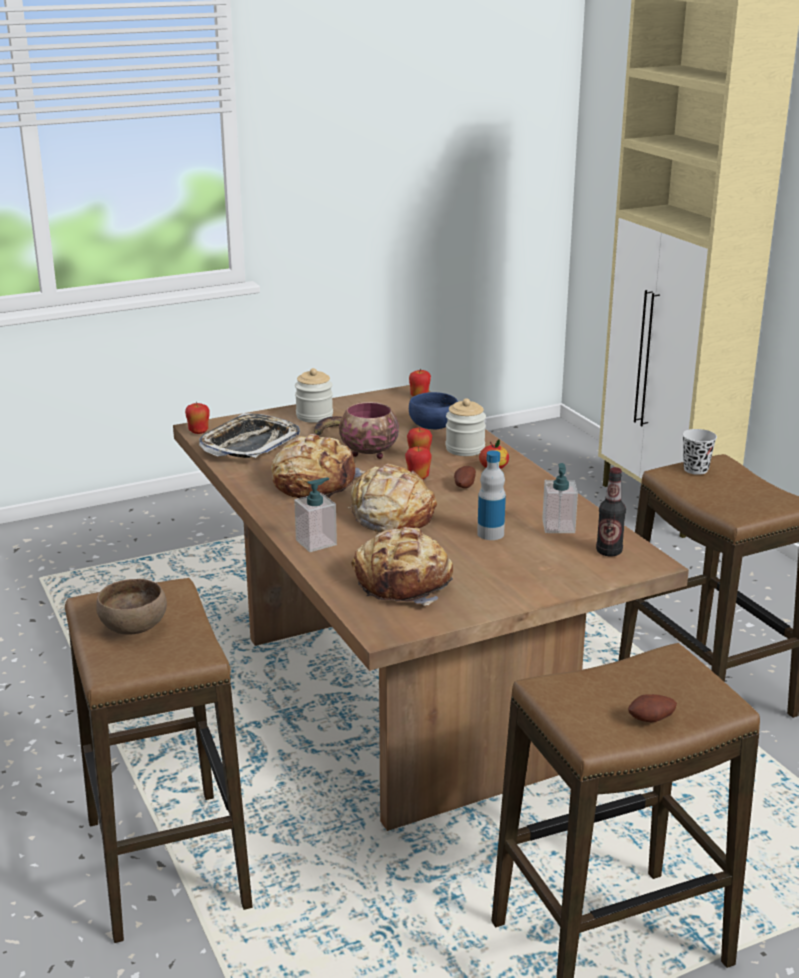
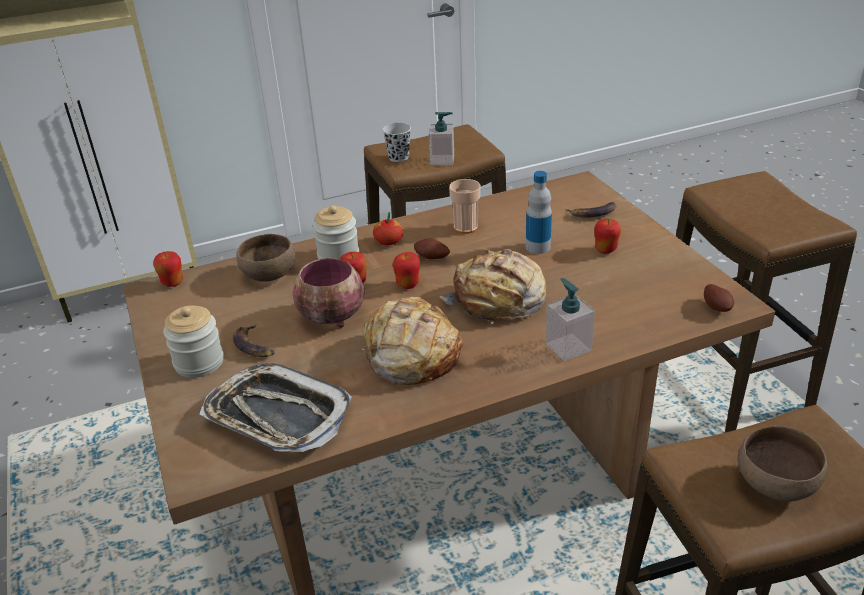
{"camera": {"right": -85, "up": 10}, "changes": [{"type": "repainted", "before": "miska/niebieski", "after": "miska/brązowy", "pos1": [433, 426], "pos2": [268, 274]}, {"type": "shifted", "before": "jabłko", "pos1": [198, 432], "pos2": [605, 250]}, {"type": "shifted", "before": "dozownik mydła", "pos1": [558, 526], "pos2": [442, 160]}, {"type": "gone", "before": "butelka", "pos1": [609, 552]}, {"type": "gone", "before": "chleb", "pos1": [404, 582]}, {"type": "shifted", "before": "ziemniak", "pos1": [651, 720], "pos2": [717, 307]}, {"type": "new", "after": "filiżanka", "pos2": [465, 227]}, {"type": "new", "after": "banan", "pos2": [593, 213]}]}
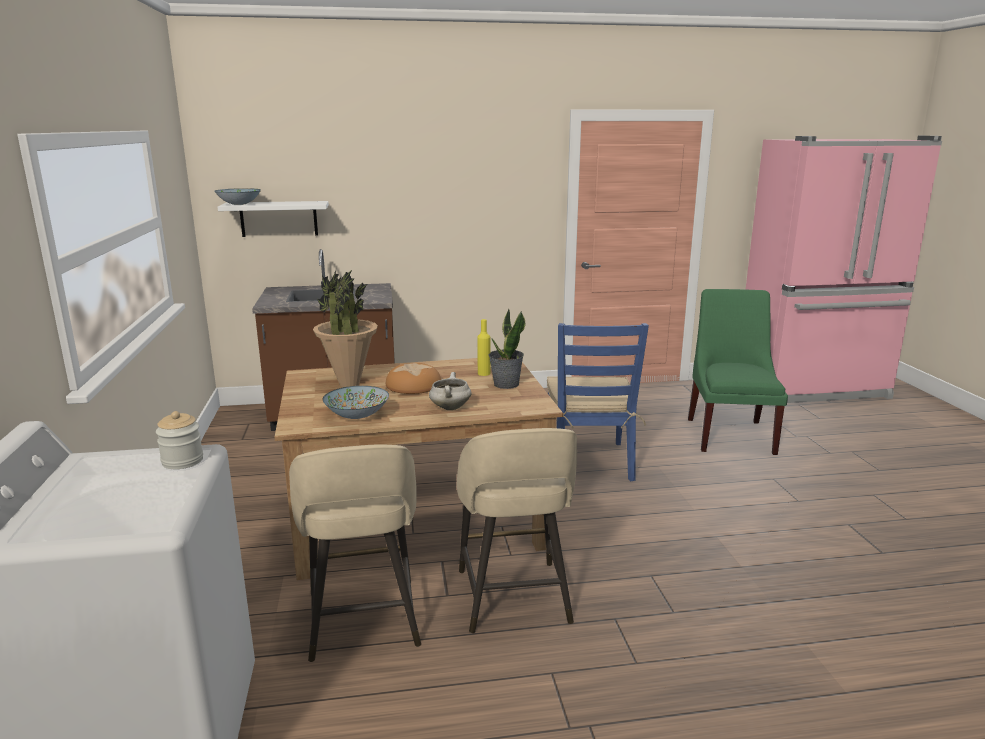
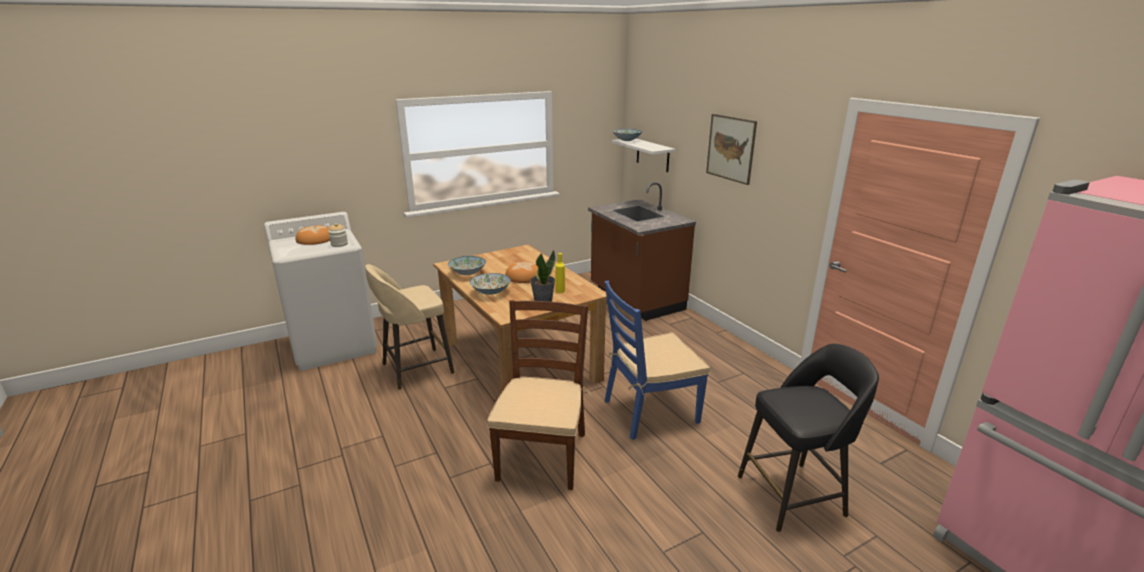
{"camera": {"right": 70, "up": 5}, "changes": [{"type": "gone", "before": "roślina doniczkowa", "pos1": [349, 384]}, {"type": "swapped", "before": "krzesło/zielony", "after": "stołek/czarny", "pos1": [730, 434], "pos2": [793, 495]}, {"type": "swapped", "before": "garnek/biały", "after": "miska", "pos1": [450, 407], "pos2": [491, 292]}, {"type": "gone", "before": "stołek/beżowy", "pos1": [513, 599]}, {"type": "new", "after": "obraz", "pos2": [730, 148]}, {"type": "new", "after": "chleb", "pos2": [314, 239]}, {"type": "new", "after": "krzesło/brązowy", "pos2": [542, 455]}]}
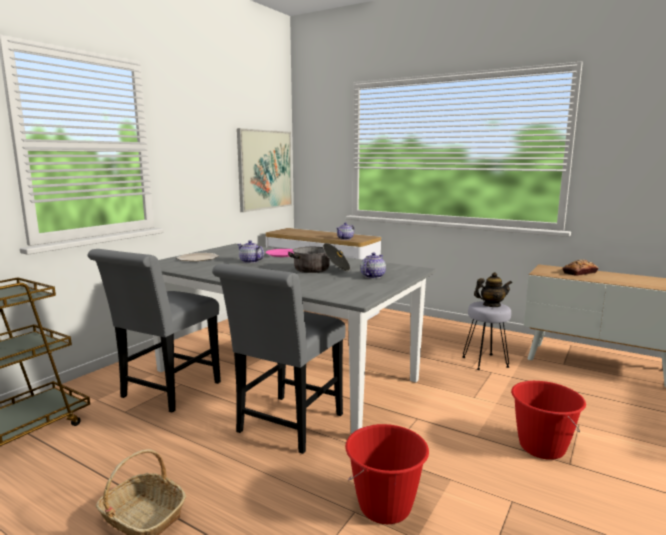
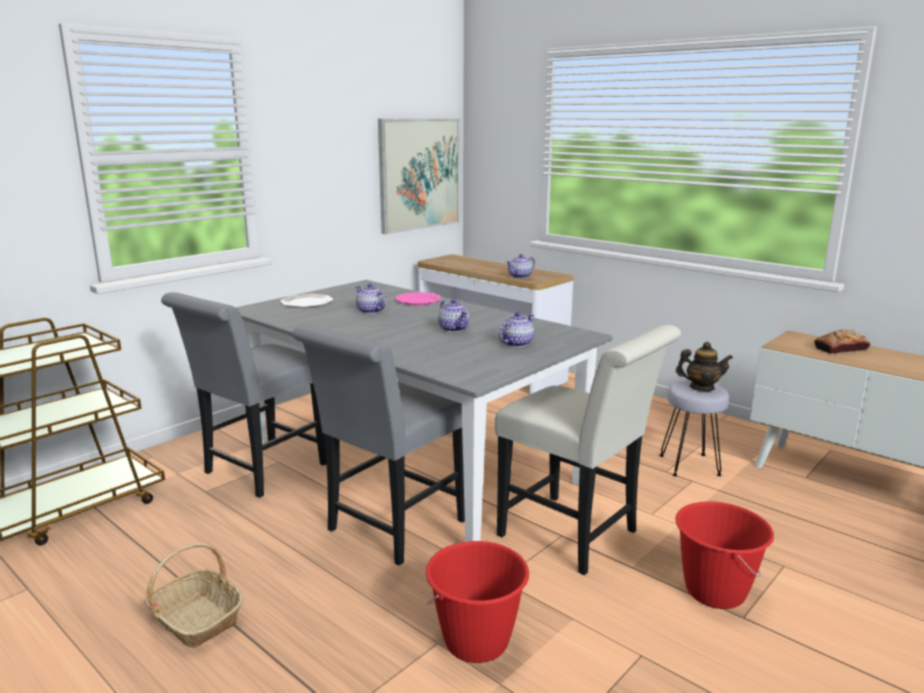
{"camera": {"right": 10, "up": 5}, "changes": [{"type": "swapped", "before": "garnek", "after": "imbryk", "pos1": [320, 269], "pos2": [453, 329]}, {"type": "new", "after": "krzesło/biały", "pos2": [576, 537]}]}
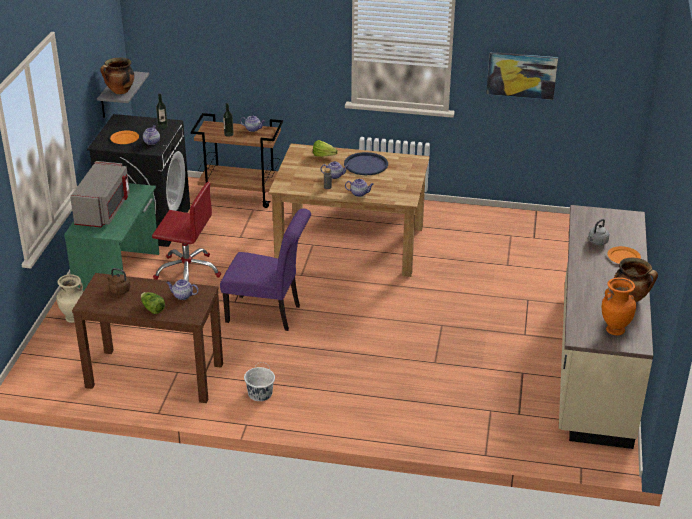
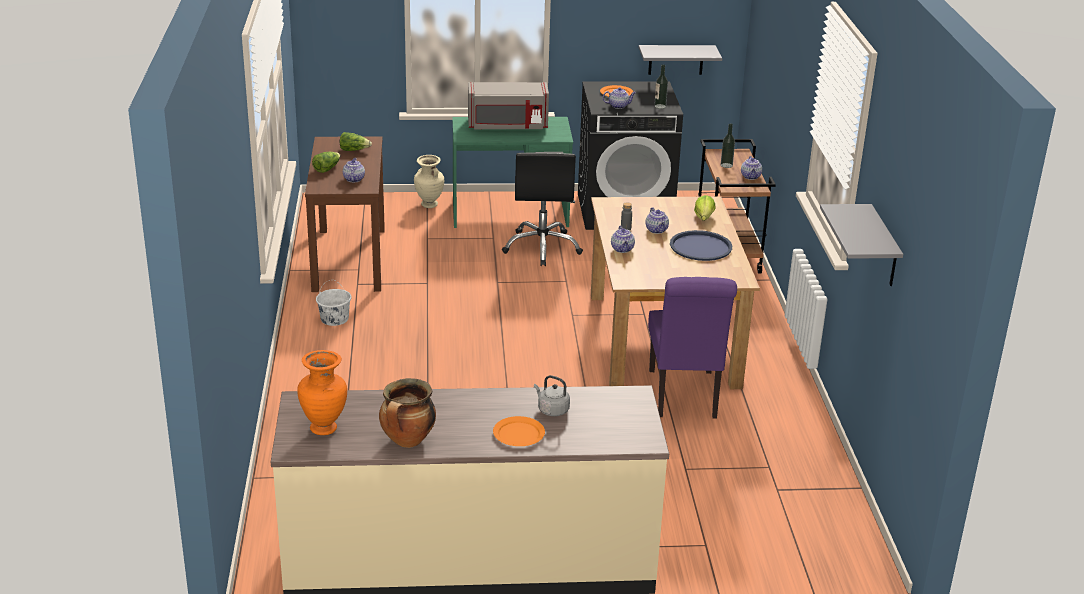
{"camera": {"right": 75, "up": -5}, "changes": [{"type": "swapped", "before": "obraz", "after": "półka/szary", "pos1": [521, 75], "pos2": [884, 247]}, {"type": "gone", "before": "garnek", "pos1": [120, 91]}, {"type": "repainted", "before": "krzesło biurowe/czerwony", "after": "krzesło biurowe/czarny", "pos1": [188, 271], "pos2": [542, 247]}, {"type": "shifted", "before": "krzesło/fioletowy", "pos1": [268, 314], "pos2": [684, 397]}, {"type": "swapped", "before": "czajnik/brązowy", "after": "sałata", "pos1": [119, 290], "pos2": [354, 150]}]}
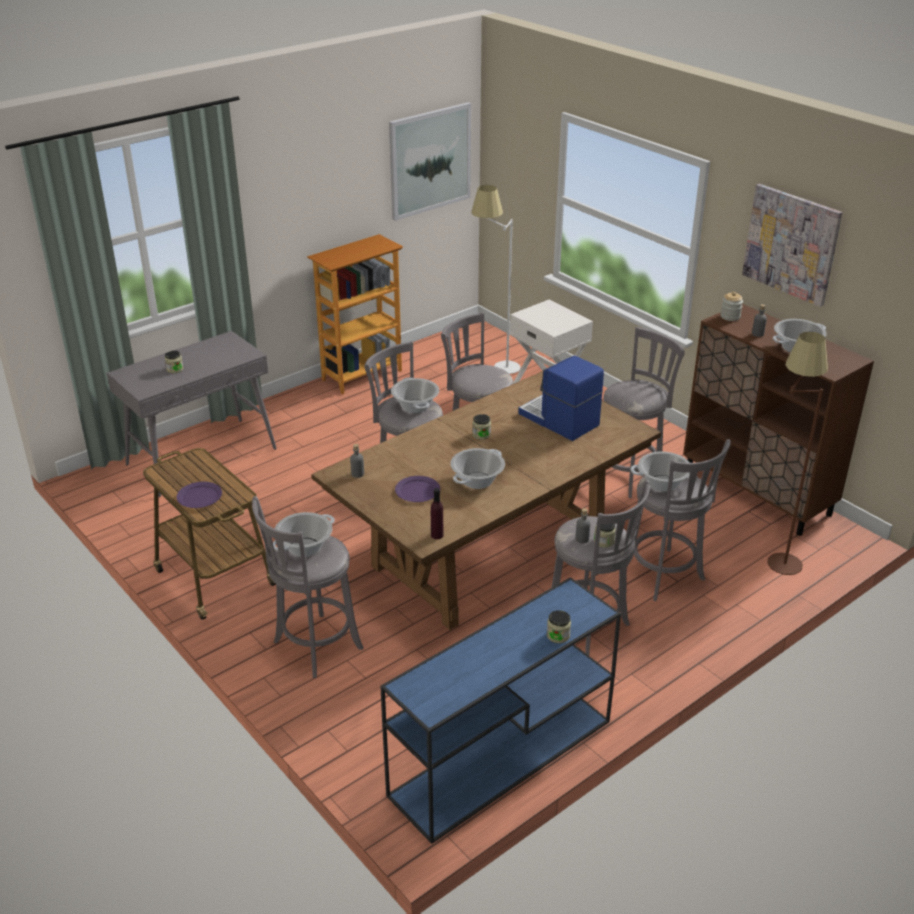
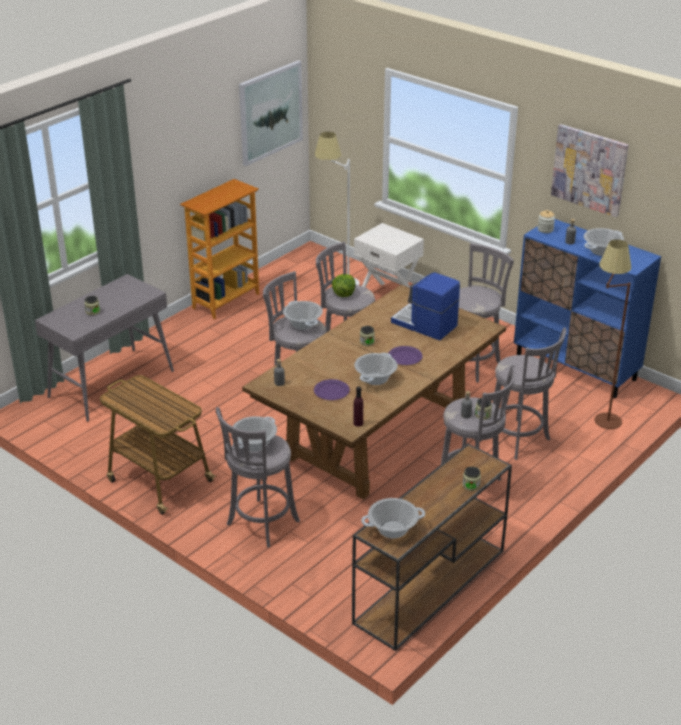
{"camera": {"right": -10, "up": 0}, "changes": [{"type": "repainted", "before": "szafka/brązowy", "after": "szafka/niebieski", "pos1": [757, 492], "pos2": [576, 367]}, {"type": "shifted", "before": "garnek", "pos1": [663, 483], "pos2": [393, 529]}, {"type": "shifted", "before": "talerz/fioletowy", "pos1": [200, 497], "pos2": [405, 357]}, {"type": "repainted", "before": "stolik konsolowy/niebieski", "after": "stolik konsolowy/brązowy", "pos1": [500, 759], "pos2": [429, 587]}, {"type": "new", "after": "sałata", "pos2": [343, 294]}]}
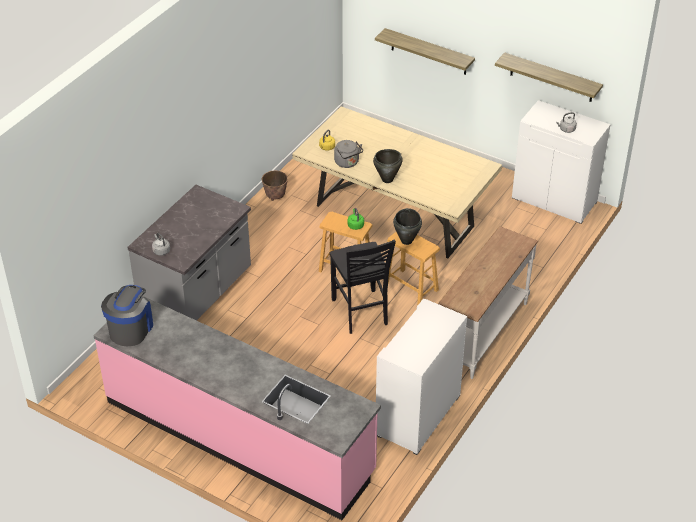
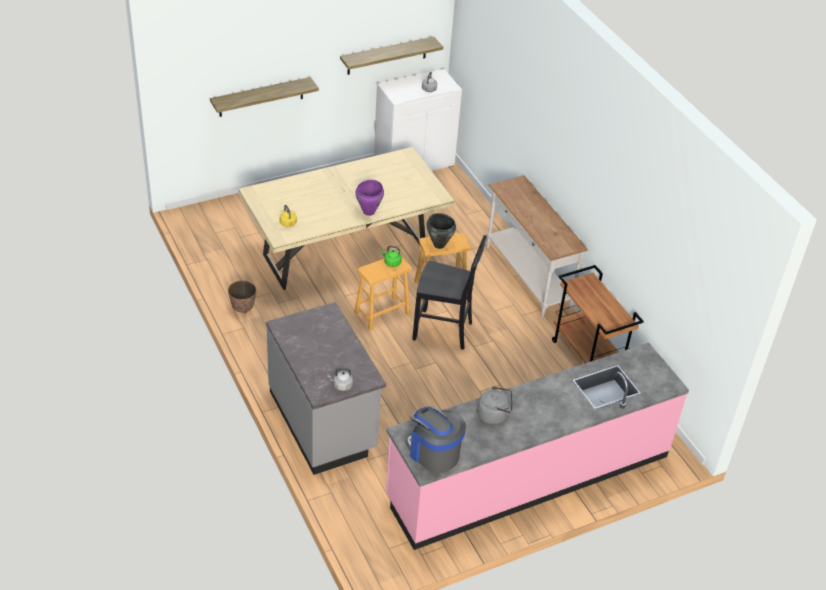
{"camera": {"right": -60, "up": 0}, "changes": [{"type": "shifted", "before": "czajnik/szary", "pos1": [348, 163], "pos2": [494, 415]}, {"type": "repainted", "before": "garnek/czarny", "after": "garnek/fioletowy", "pos1": [387, 179], "pos2": [369, 212]}, {"type": "swapped", "before": "szafka/biały", "after": "wózek/brązowy", "pos1": [418, 416], "pos2": [588, 357]}]}
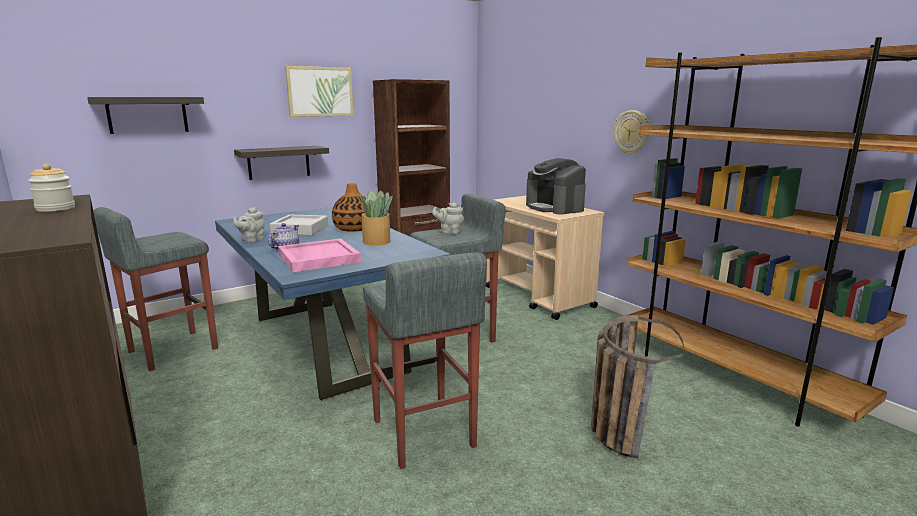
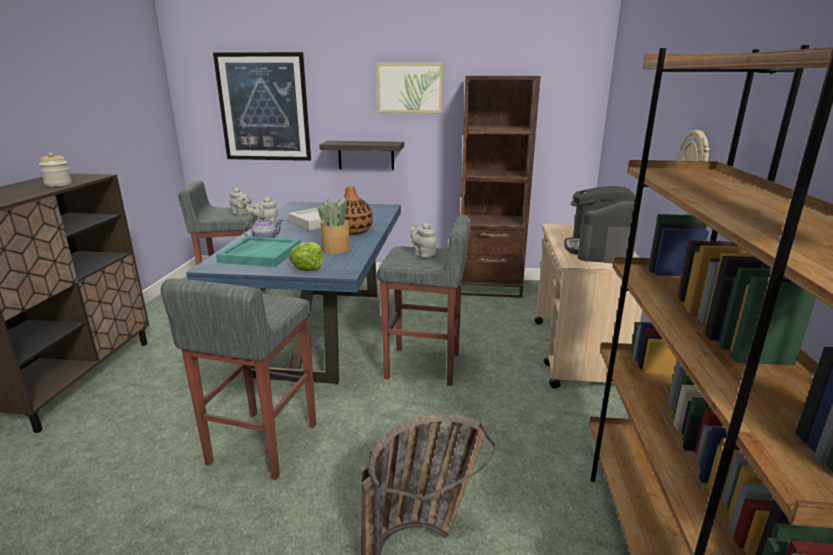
{"camera": {"right": 40, "up": 5}, "changes": [{"type": "swapped", "before": "półka", "after": "obraz", "pos1": [147, 115], "pos2": [264, 107]}, {"type": "repainted", "before": "taca/różowy", "after": "taca/turkusowy", "pos1": [318, 258], "pos2": [260, 254]}, {"type": "new", "after": "imbryk/szary", "pos2": [242, 214]}, {"type": "new", "after": "sałata", "pos2": [308, 267]}]}
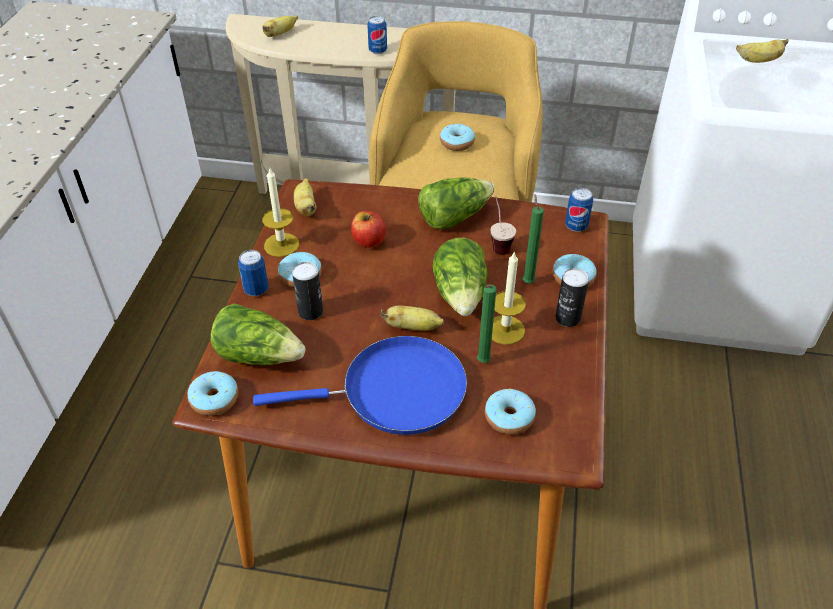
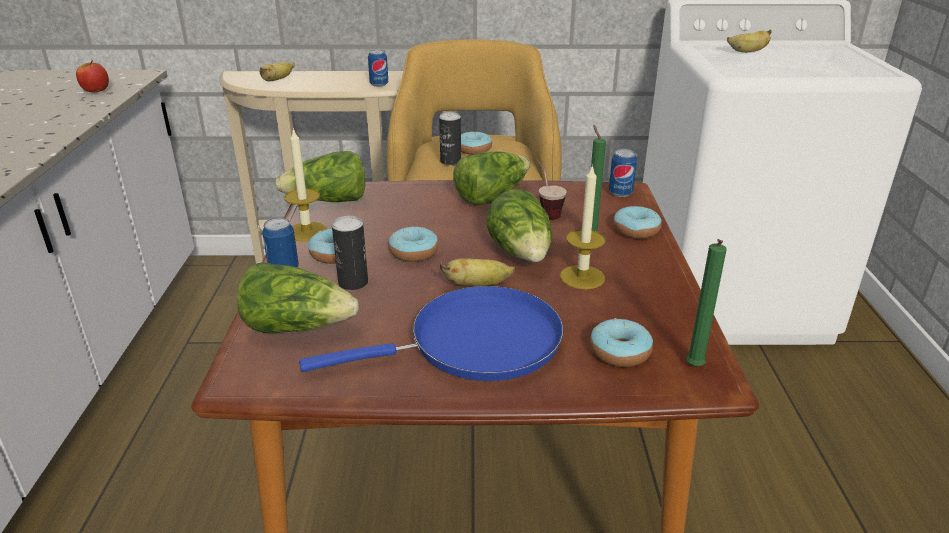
{"camera": {"right": -10, "up": -15}, "changes": [{"type": "swapped", "before": "banan", "after": "sałata", "pos1": [306, 207], "pos2": [328, 201]}, {"type": "shifted", "before": "jabłko", "pos1": [368, 241], "pos2": [96, 90]}, {"type": "shifted", "before": "puszka", "pos1": [567, 318], "pos2": [450, 161]}, {"type": "shifted", "before": "świeca/zielony", "pos1": [482, 363], "pos2": [693, 368]}, {"type": "shifted", "before": "donut", "pos1": [214, 399], "pos2": [413, 252]}]}
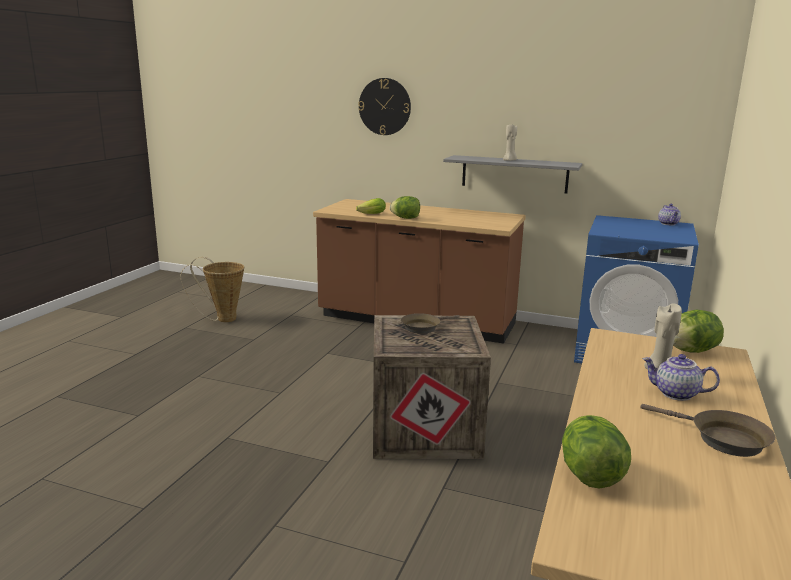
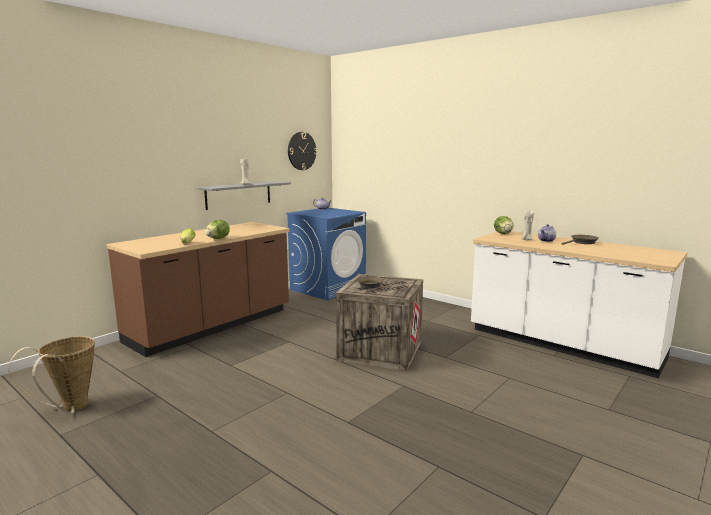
{"camera": {"right": -70, "up": -5}, "changes": [{"type": "shifted", "before": "zegar ścienny", "pos1": [384, 106], "pos2": [301, 151]}, {"type": "gone", "before": "sałata", "pos1": [590, 475]}]}
